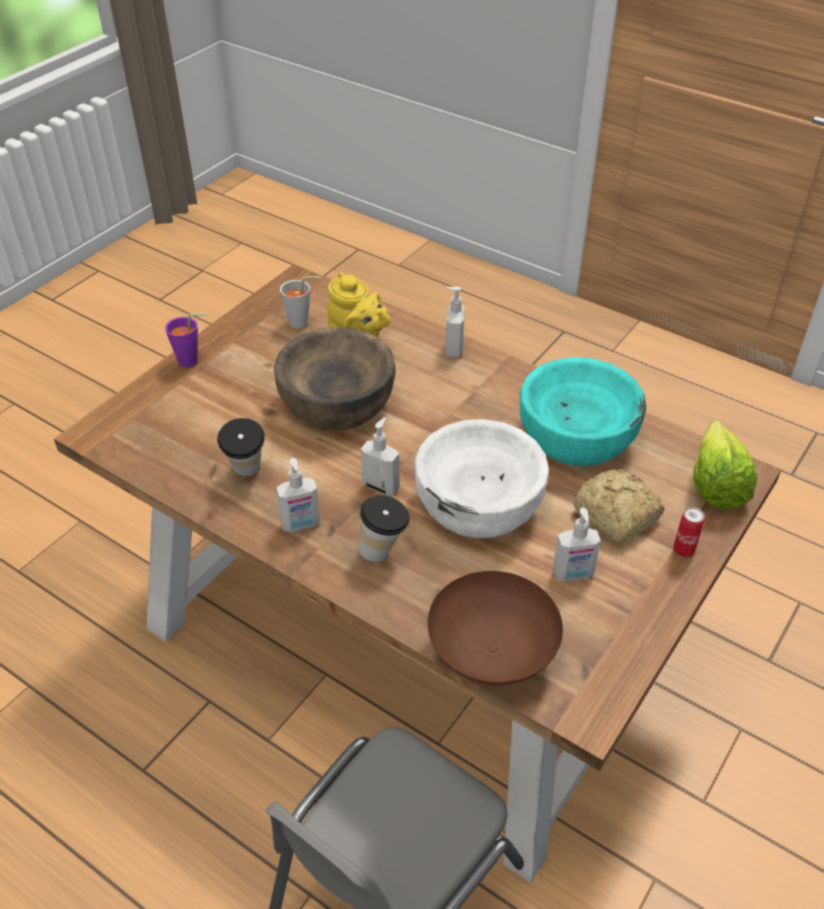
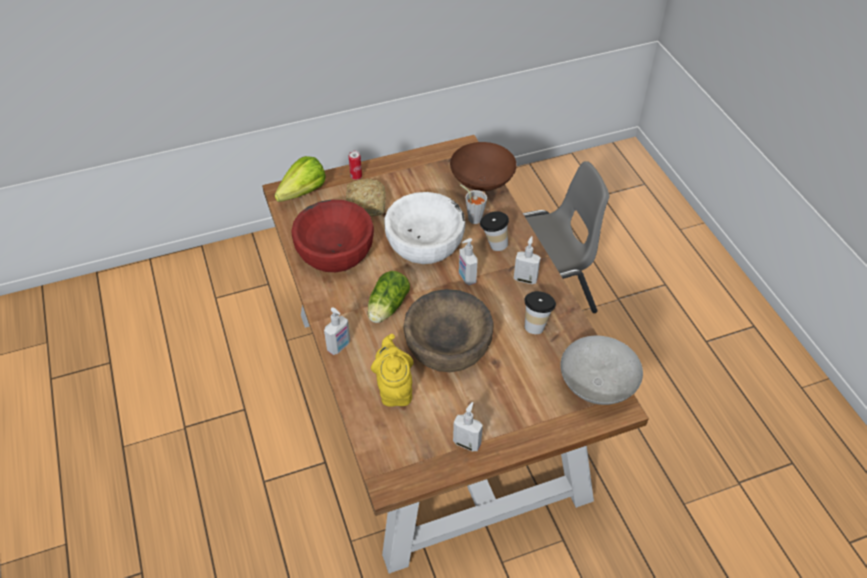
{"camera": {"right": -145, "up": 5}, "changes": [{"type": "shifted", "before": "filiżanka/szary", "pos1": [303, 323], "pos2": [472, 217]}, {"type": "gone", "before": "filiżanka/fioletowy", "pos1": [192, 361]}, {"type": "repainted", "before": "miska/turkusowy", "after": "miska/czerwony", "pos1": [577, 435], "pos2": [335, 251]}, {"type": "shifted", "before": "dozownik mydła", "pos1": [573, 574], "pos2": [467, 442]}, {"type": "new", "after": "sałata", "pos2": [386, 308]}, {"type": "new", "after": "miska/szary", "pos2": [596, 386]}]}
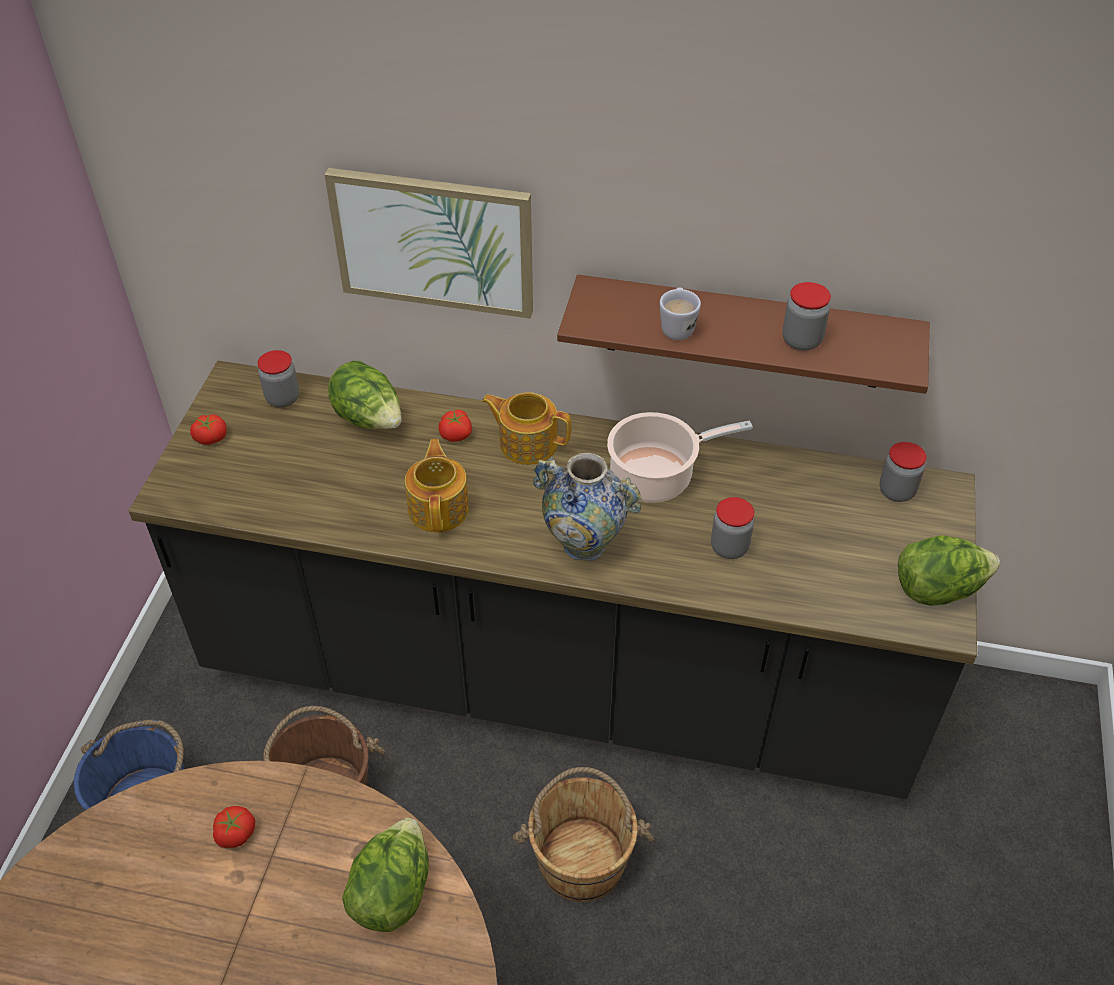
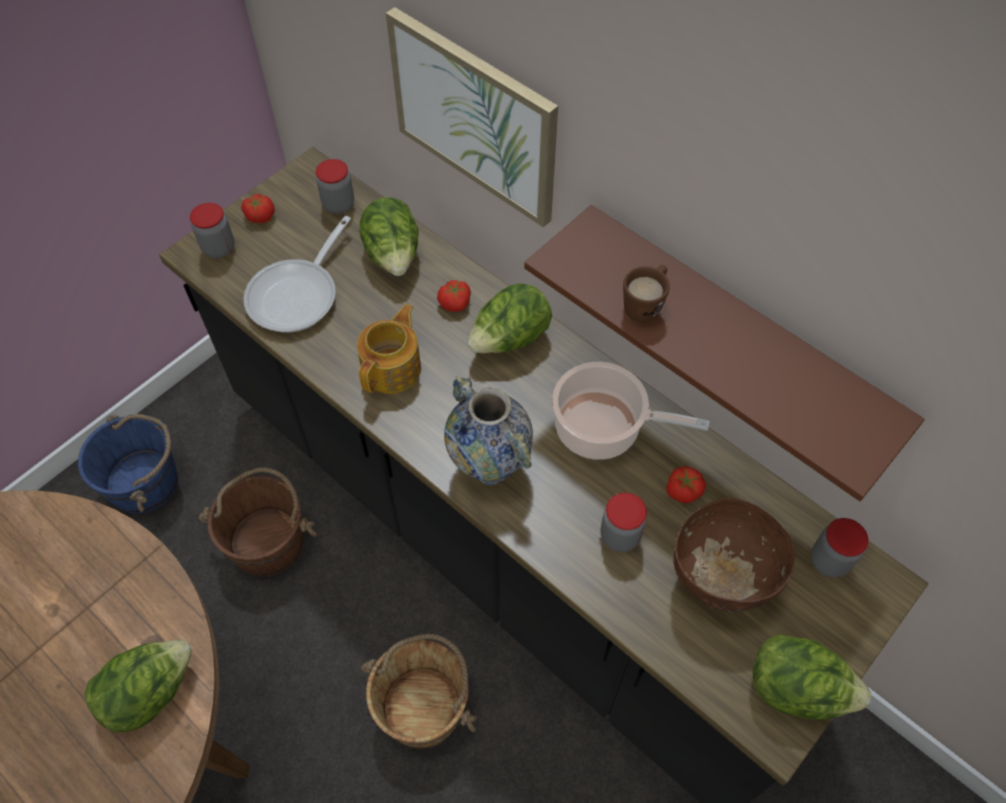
{"camera": {"right": 30, "up": 10}, "changes": [{"type": "shifted", "before": "słoik", "pos1": [801, 340], "pos2": [219, 248]}, {"type": "repainted", "before": "kubek/biały", "after": "kubek/brązowy", "pos1": [677, 327], "pos2": [645, 305]}, {"type": "swapped", "before": "imbryk", "after": "sałata", "pos1": [527, 443], "pos2": [510, 340]}, {"type": "shifted", "before": "pomidor", "pos1": [235, 833], "pos2": [682, 490]}, {"type": "new", "after": "patelnia", "pos2": [298, 295]}, {"type": "new", "after": "miska/brązowy", "pos2": [718, 581]}]}
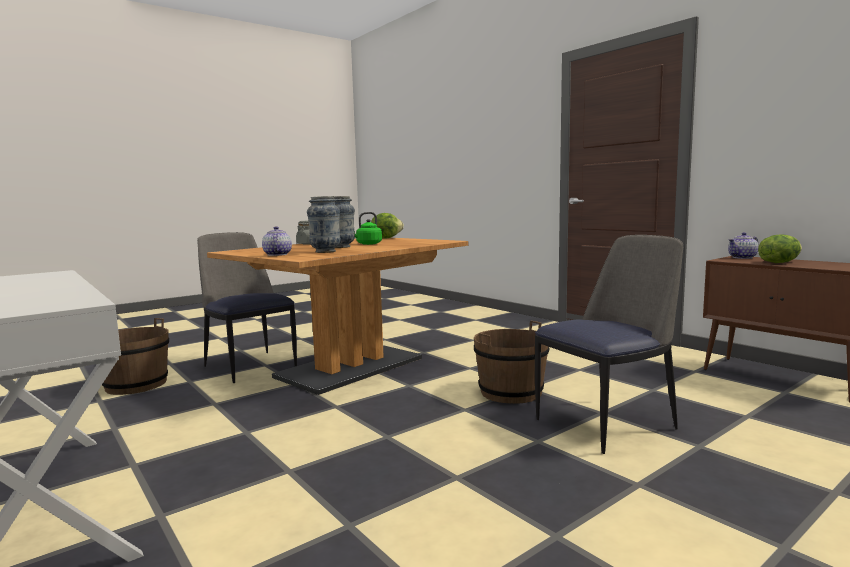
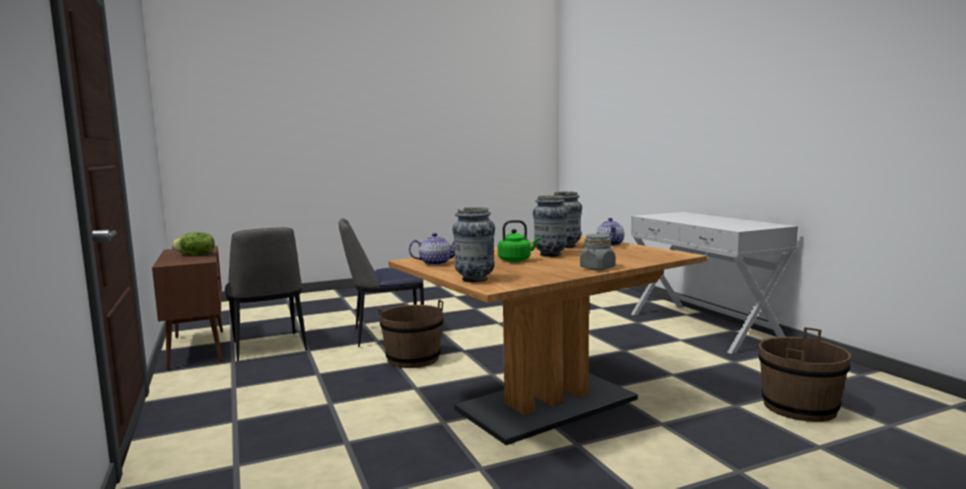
{"camera": {"right": -165, "up": 0}, "changes": [{"type": "swapped", "before": "sałata", "after": "wazon", "pos1": [386, 238], "pos2": [474, 279]}, {"type": "shifted", "before": "krzesło", "pos1": [249, 366], "pos2": [269, 347]}, {"type": "shifted", "before": "imbryk", "pos1": [743, 257], "pos2": [435, 263]}]}
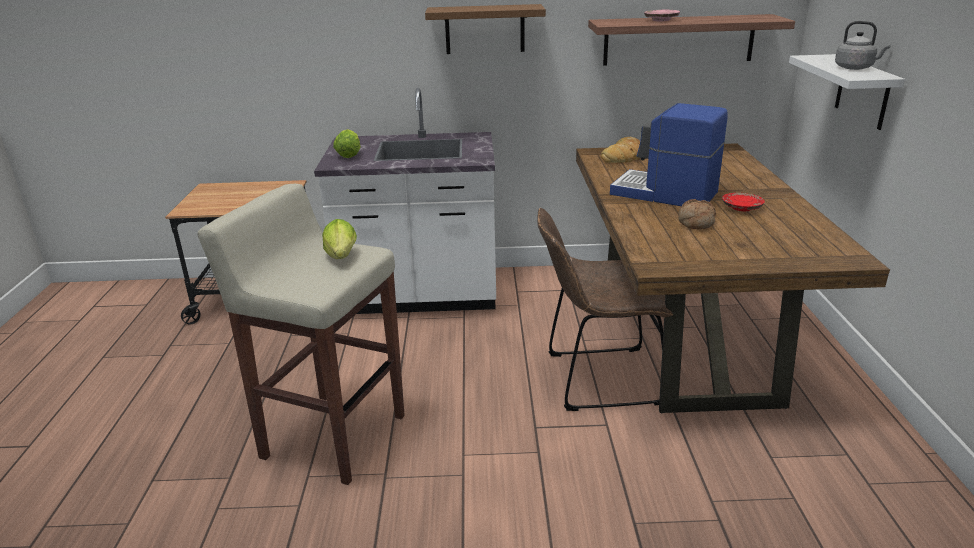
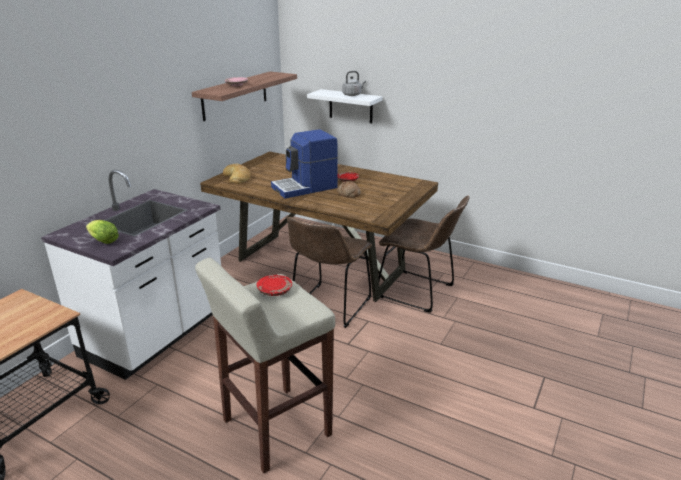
{"camera": {"right": -60, "up": 0}, "changes": [{"type": "gone", "before": "półka/brązowy", "pos1": [484, 29]}, {"type": "swapped", "before": "sałata", "after": "talerz/czerwony", "pos1": [341, 258], "pos2": [275, 290]}, {"type": "new", "after": "krzesło/brązowy", "pos2": [419, 292]}]}
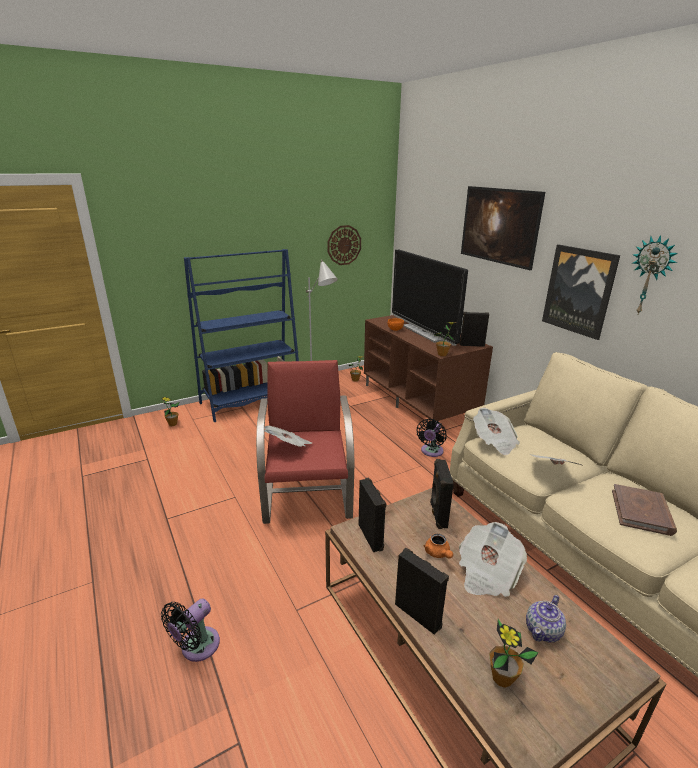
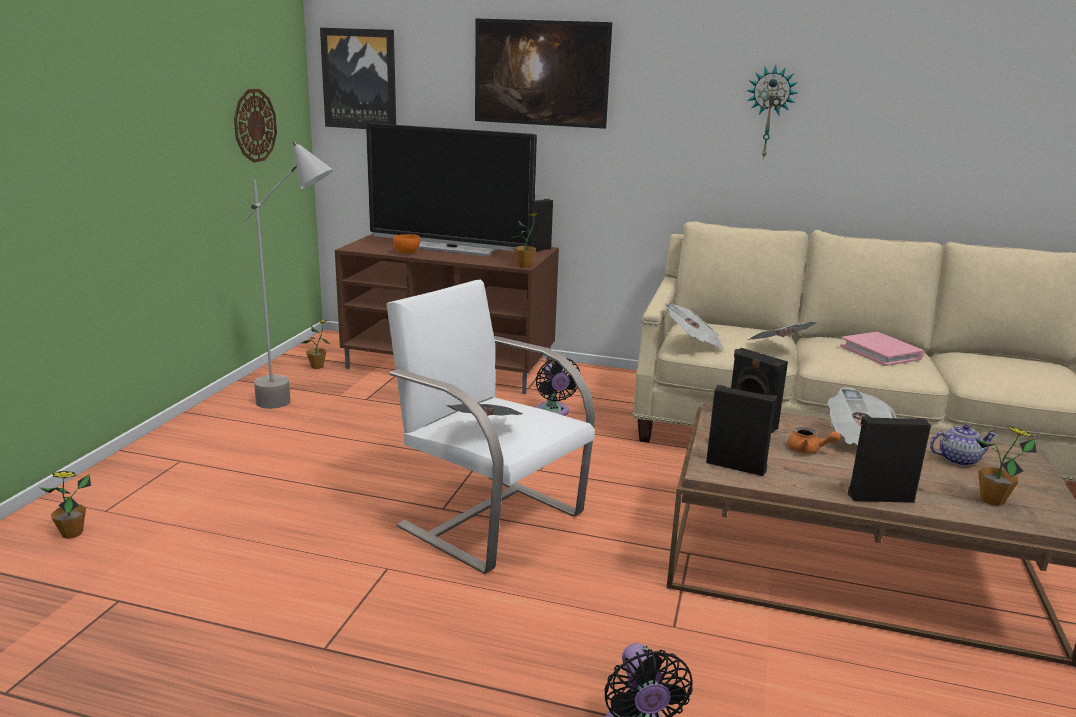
{"camera": {"right": -45, "up": -5}, "changes": [{"type": "shifted", "before": "obraz", "pos1": [579, 291], "pos2": [359, 79]}, {"type": "gone", "before": "regał/niebieski", "pos1": [251, 402]}, {"type": "repainted", "before": "fotel/czerwony", "after": "fotel/biały", "pos1": [307, 497], "pos2": [489, 519]}, {"type": "repainted", "before": "książka/brązowy", "after": "książka/różowy", "pos1": [641, 512], "pos2": [881, 352]}, {"type": "rotated", "before": "imbryk", "pos1": [543, 630], "pos2": [957, 459], "turn": -90}]}
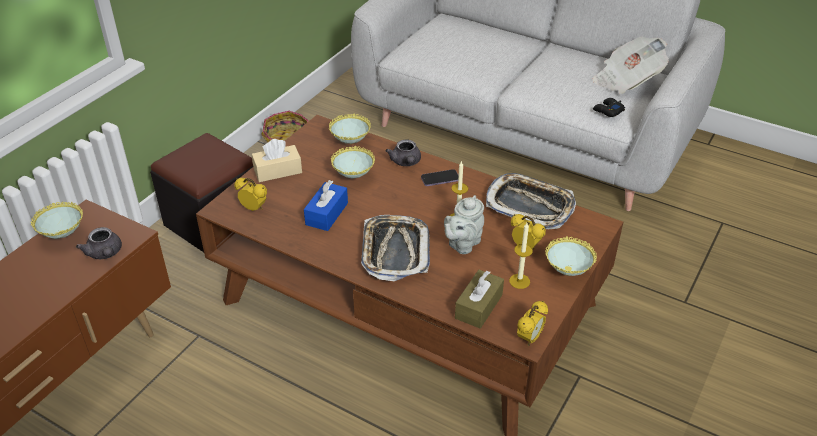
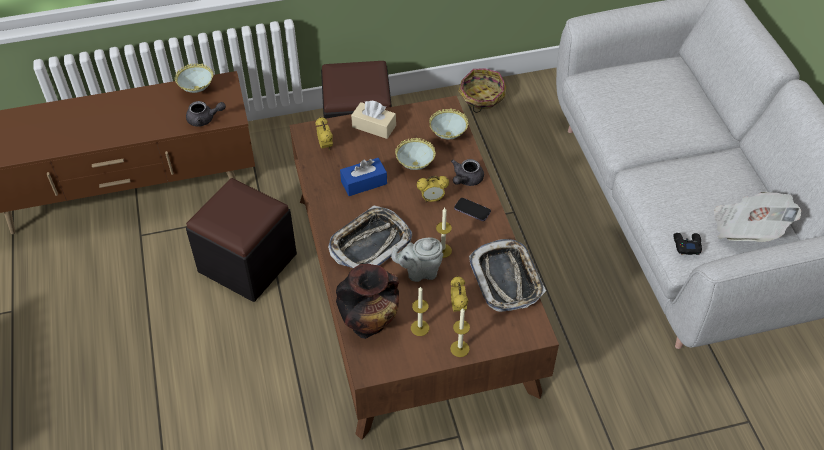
{"camera": {"right": 45, "up": 10}, "changes": [{"type": "rotated", "before": "imbryk/szary", "pos1": [105, 254], "pos2": [204, 119], "turn": -105}, {"type": "swapped", "before": "miska", "after": "świeca", "pos1": [567, 273], "pos2": [459, 348]}, {"type": "swapped", "before": "pudełko chusteczek/brązowy", "after": "wazon", "pos1": [478, 306], "pos2": [370, 323]}, {"type": "shifted", "before": "budzik", "pos1": [529, 338], "pos2": [432, 199]}, {"type": "new", "after": "pufa/czarny", "pos2": [247, 262]}]}
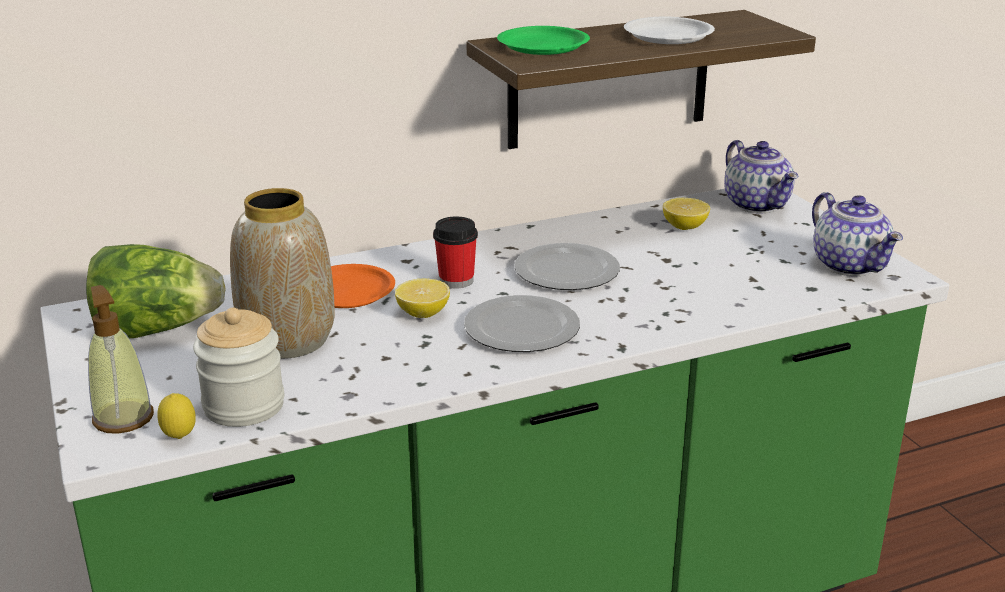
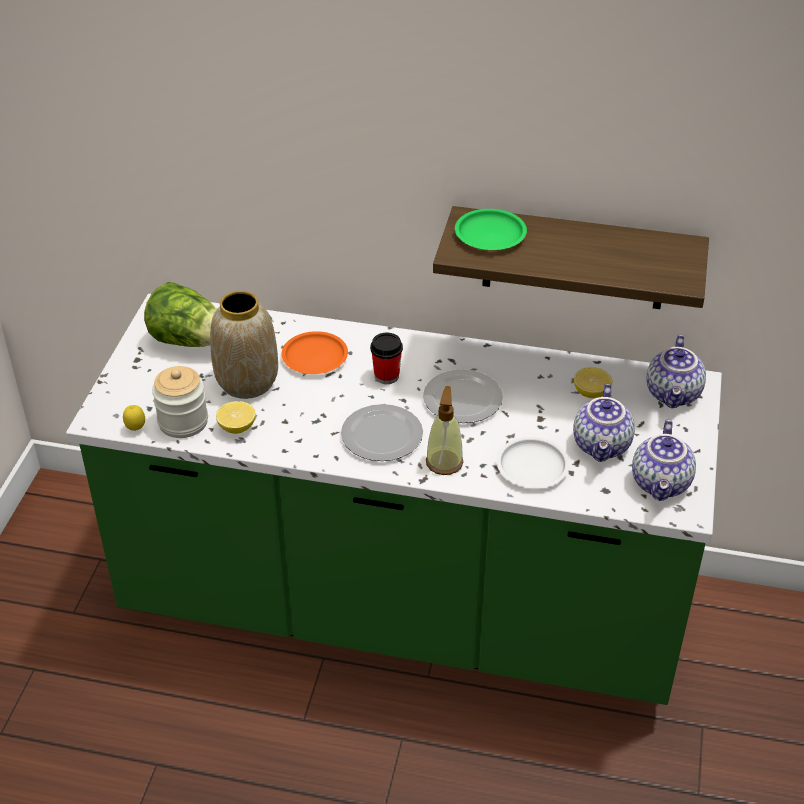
{"camera": {"right": 35, "up": 15}, "changes": [{"type": "shifted", "before": "talerz/biały", "pos1": [669, 36], "pos2": [533, 467]}, {"type": "shifted", "before": "cytryna", "pos1": [423, 313], "pos2": [237, 428]}, {"type": "shifted", "before": "dozownik mydła", "pos1": [123, 418], "pos2": [444, 462]}, {"type": "new", "after": "imbryk", "pos2": [603, 446]}]}
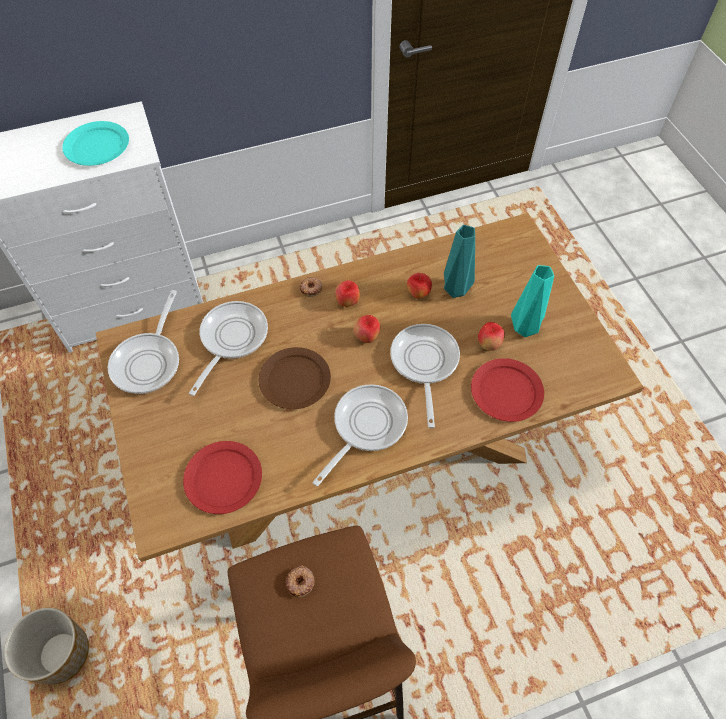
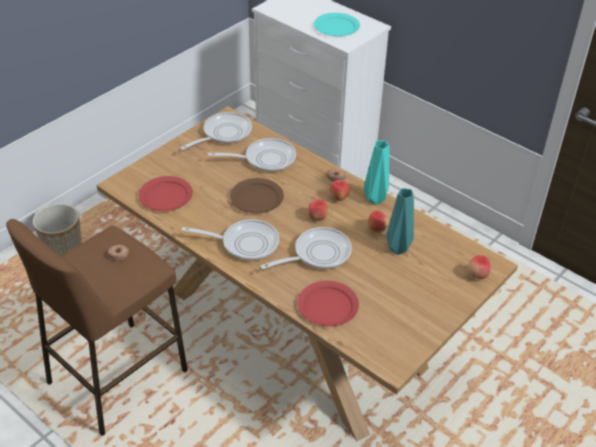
{"camera": {"right": 60, "up": -15}, "changes": [{"type": "shifted", "before": "wazon/turkusowy", "pos1": [523, 329], "pos2": [374, 199]}, {"type": "rotated", "before": "patelnia", "pos1": [149, 361], "pos2": [223, 134], "turn": 150}, {"type": "shifted", "before": "jabłko", "pos1": [489, 344], "pos2": [477, 276]}]}
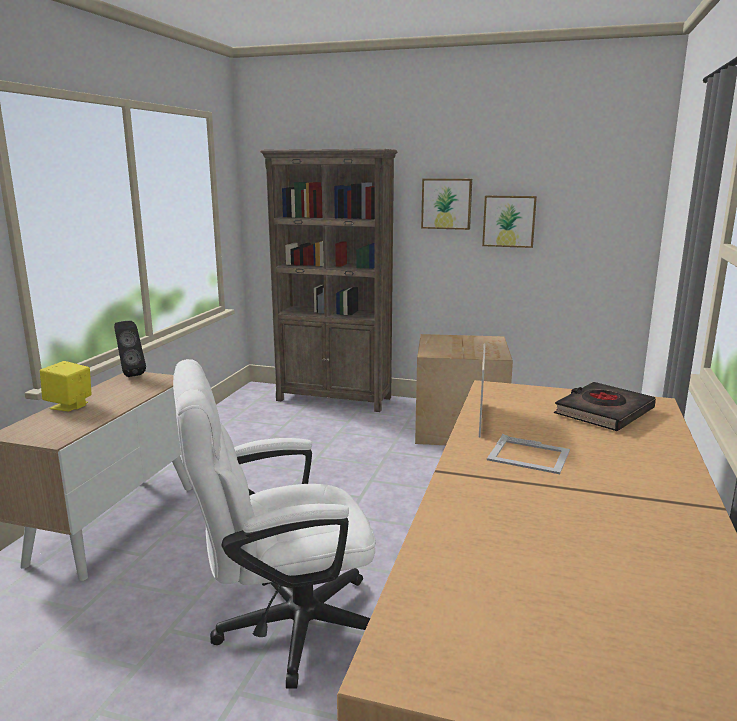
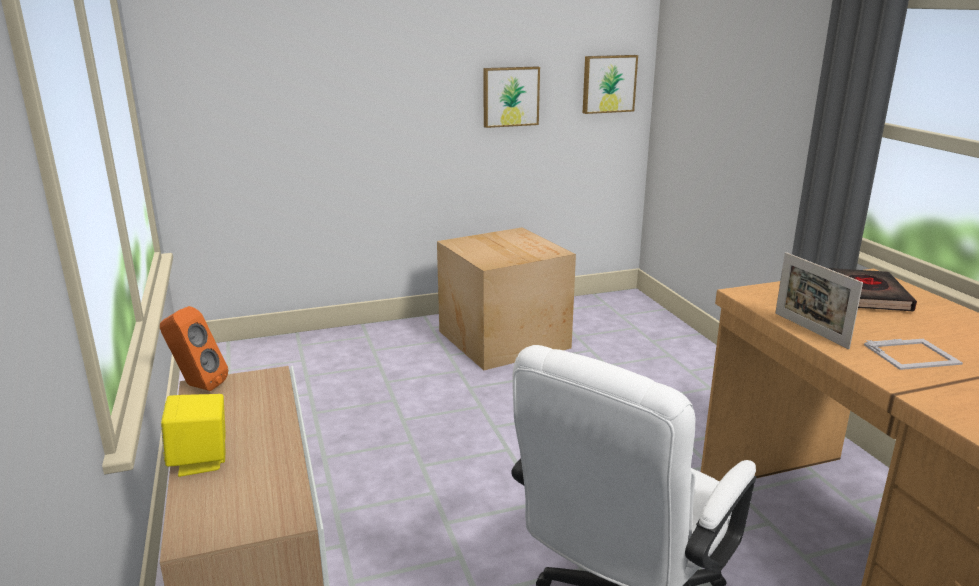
{"camera": {"right": -35, "up": 5}, "changes": [{"type": "gone", "before": "regał/brązowy", "pos1": [334, 399]}, {"type": "shifted", "before": "obraz", "pos1": [446, 203], "pos2": [608, 84]}, {"type": "repainted", "before": "głośnik/czarny", "after": "głośnik/pomarańczowy", "pos1": [130, 374], "pos2": [197, 386]}]}
